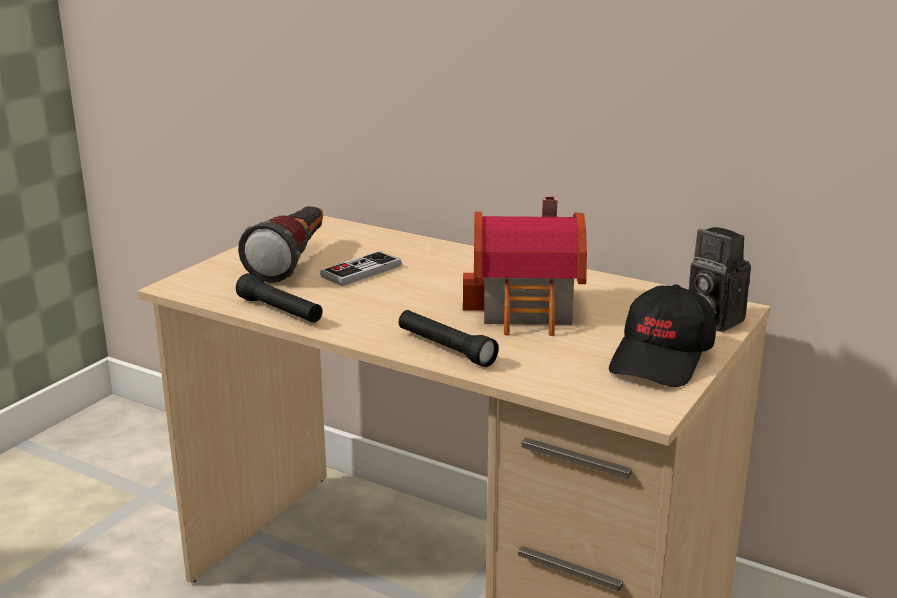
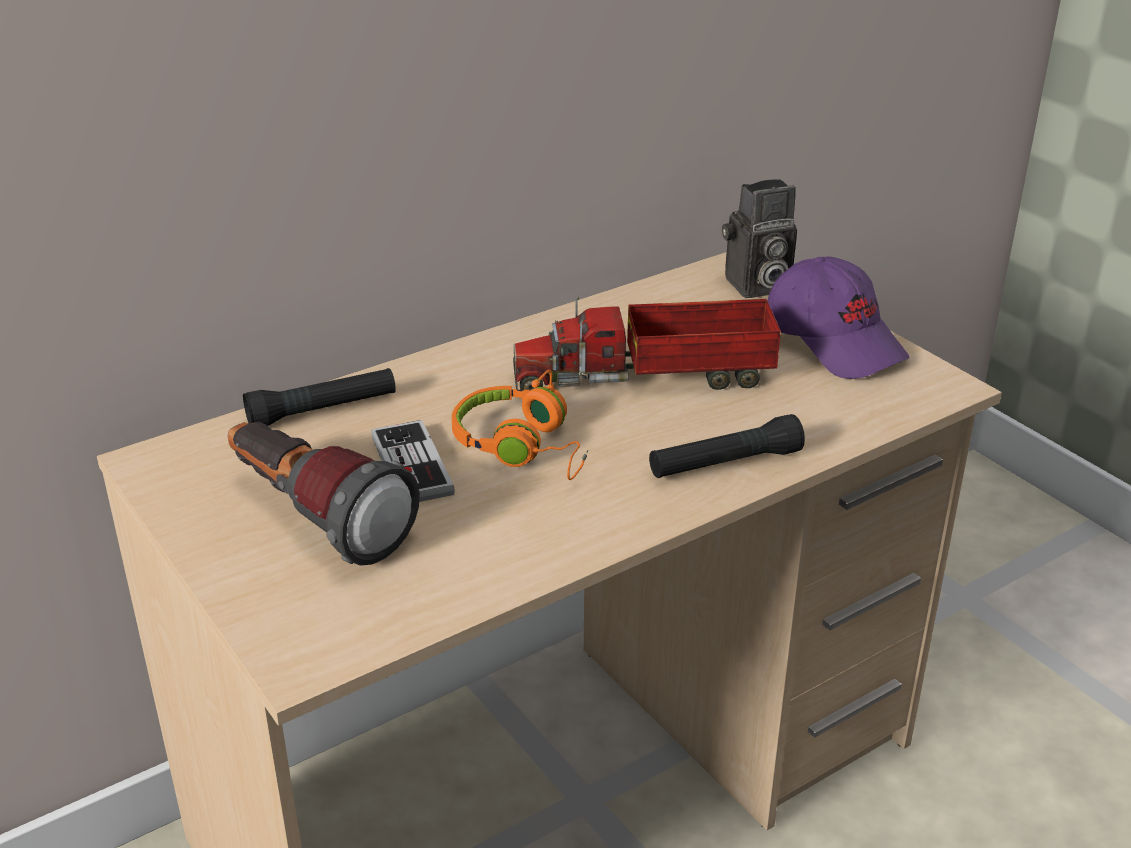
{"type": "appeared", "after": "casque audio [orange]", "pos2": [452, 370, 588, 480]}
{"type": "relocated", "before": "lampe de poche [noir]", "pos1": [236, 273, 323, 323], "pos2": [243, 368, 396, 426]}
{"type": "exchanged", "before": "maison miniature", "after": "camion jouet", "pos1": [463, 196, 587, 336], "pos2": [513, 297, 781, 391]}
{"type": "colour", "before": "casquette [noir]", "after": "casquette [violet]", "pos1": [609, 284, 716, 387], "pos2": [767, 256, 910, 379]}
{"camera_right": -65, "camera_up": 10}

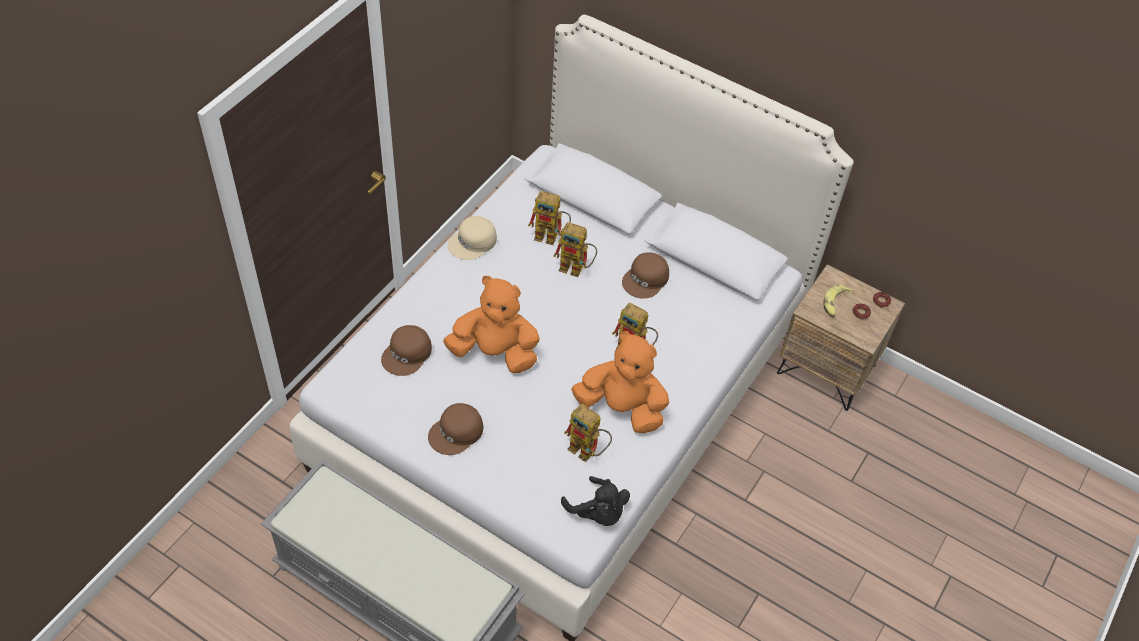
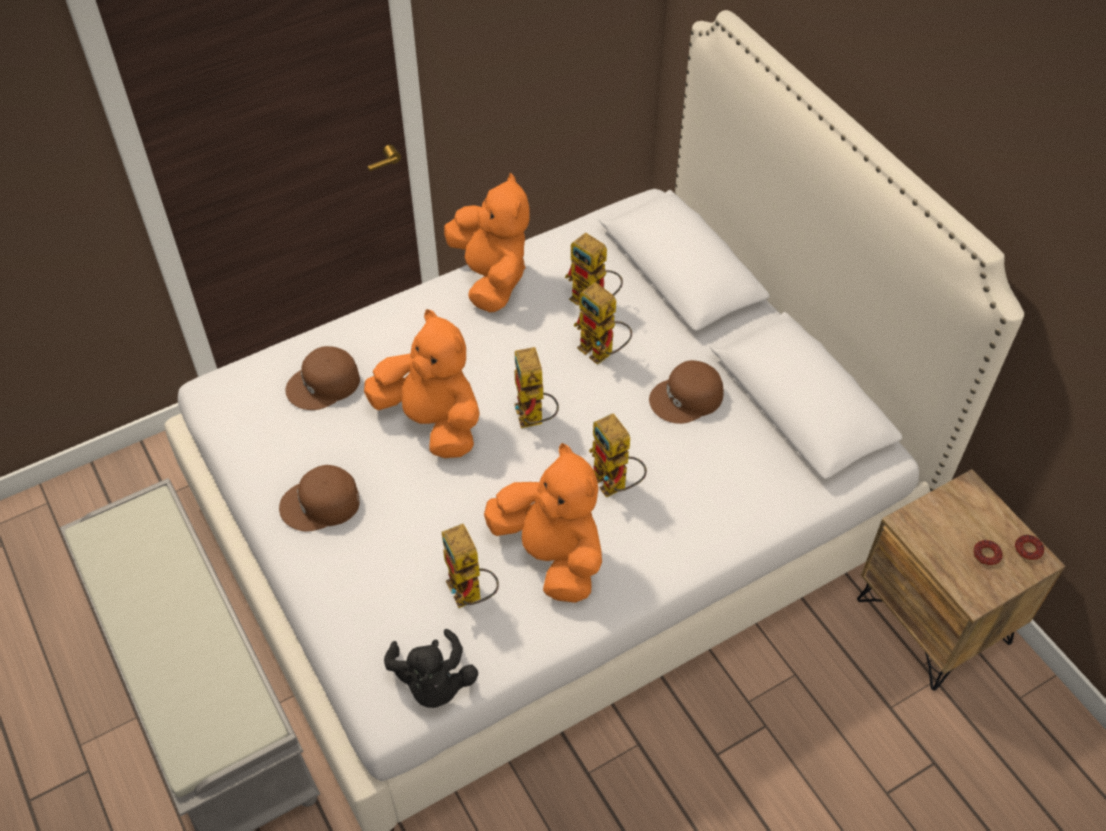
{"type": "missing", "before": "banane", "pos1": [824, 284, 854, 317]}
{"type": "appeared", "after": "robot jouet", "pos2": [514, 347, 559, 428]}
{"type": "exchanged", "before": "casquette [beige]", "after": "peluche [orange]", "pos1": [448, 216, 497, 260], "pos2": [444, 173, 530, 312]}
{"camera_right": 30, "camera_up": 0}

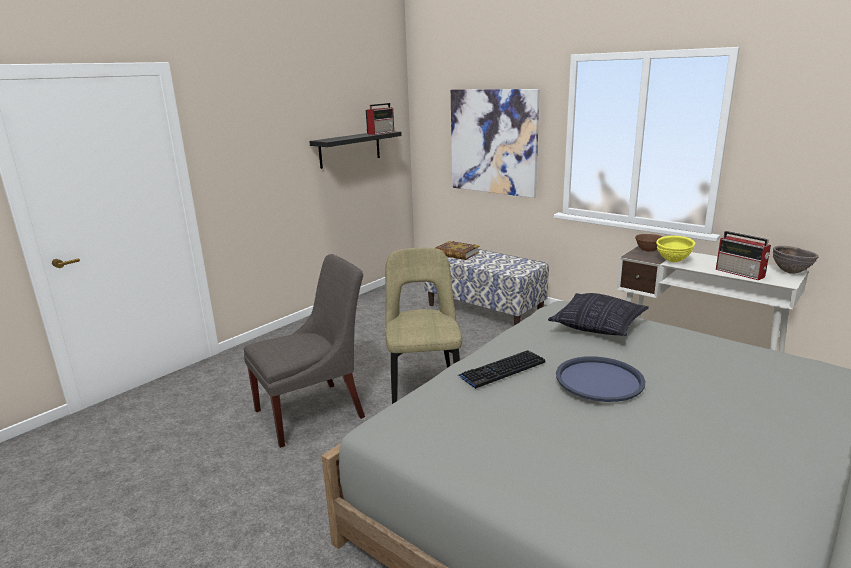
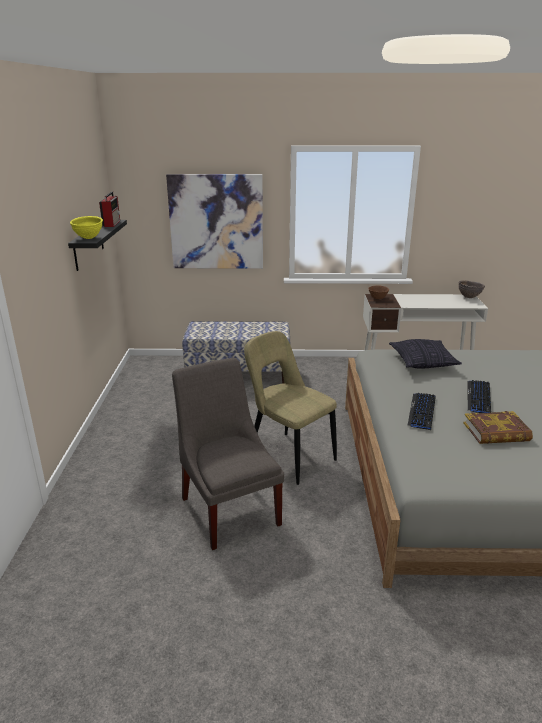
{"type": "missing", "before": "radio", "pos1": [716, 231, 771, 280]}
{"type": "relocated", "before": "livre", "pos1": [435, 241, 480, 260], "pos2": [463, 411, 533, 444]}
{"type": "relocated", "before": "bol [jaune]", "pos1": [656, 236, 696, 262], "pos2": [70, 216, 103, 239]}
{"type": "exchanged", "before": "plateau [bleu]", "after": "clavier", "pos1": [556, 356, 645, 402], "pos2": [468, 380, 491, 413]}
{"type": "spun", "before": "chaise [gris]", "pos1": [244, 254, 365, 448], "pos2": [172, 358, 284, 550], "turn": -45}
{"camera_right": -40, "camera_up": 5}

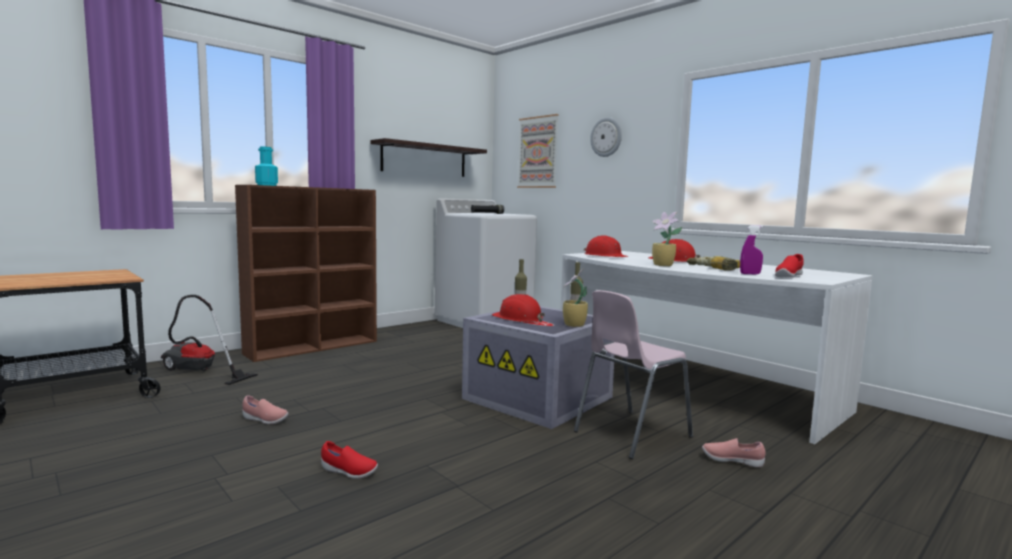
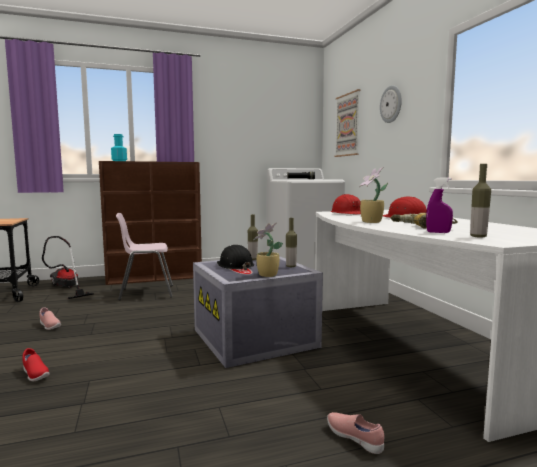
{"type": "missing", "before": "étagère", "pos1": [370, 138, 487, 177]}
{"type": "relocated", "before": "chaise [rose]", "pos1": [574, 290, 693, 459], "pos2": [116, 213, 173, 300]}
{"type": "exchanged", "before": "chaussure [rouge]", "after": "bouteille", "pos1": [775, 254, 804, 277], "pos2": [470, 164, 491, 238]}
{"type": "colour", "before": "casque de chantier [rouge]", "after": "casque de chantier [noir]", "pos1": [492, 294, 545, 322], "pos2": [217, 245, 254, 270]}
{"camera_right": 25, "camera_up": 0}

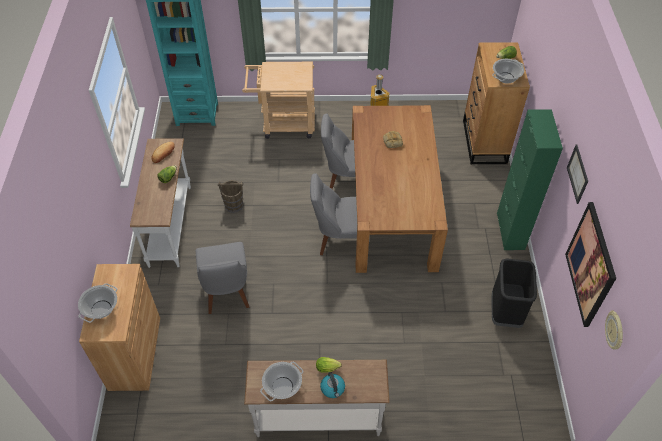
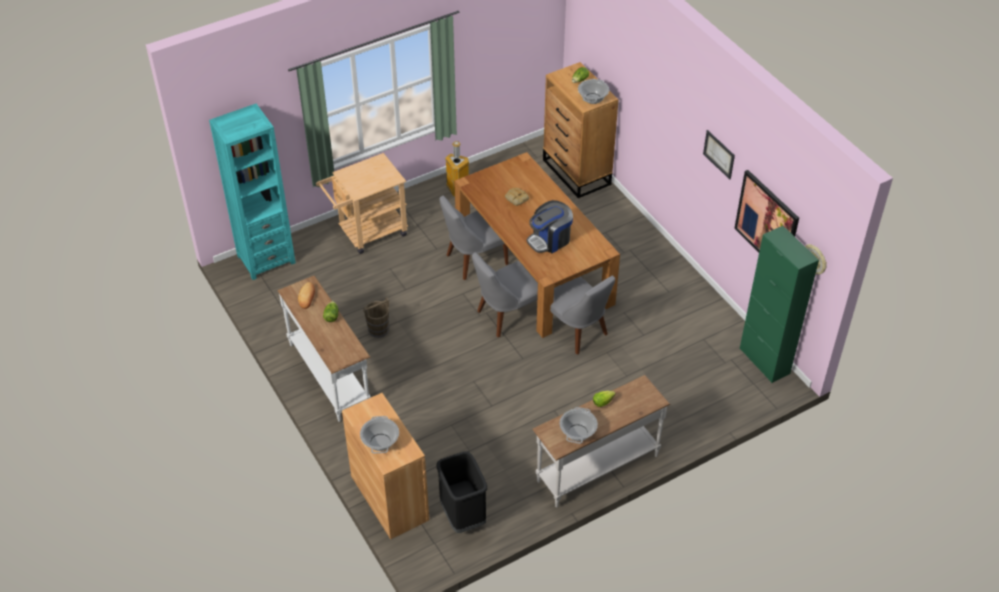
{"type": "missing", "before": "bouilloire", "pos1": [320, 372, 345, 398]}
{"type": "appeared", "after": "machine à café", "pos2": [527, 200, 573, 253]}
{"type": "relocated", "before": "chaise [gris]", "pos1": [196, 242, 249, 314], "pos2": [550, 275, 615, 355]}
{"type": "relocated", "before": "poubelle [noir]", "pos1": [492, 258, 537, 328], "pos2": [436, 452, 487, 533]}
{"type": "relocated", "before": "meuble de rangement [vert]", "pos1": [497, 109, 563, 250], "pos2": [740, 226, 819, 383]}
{"camera_right": -30, "camera_up": -5}

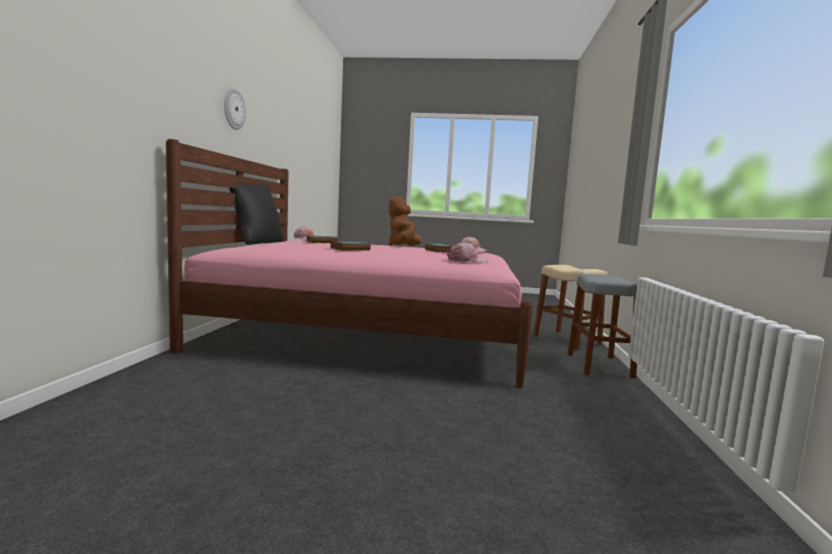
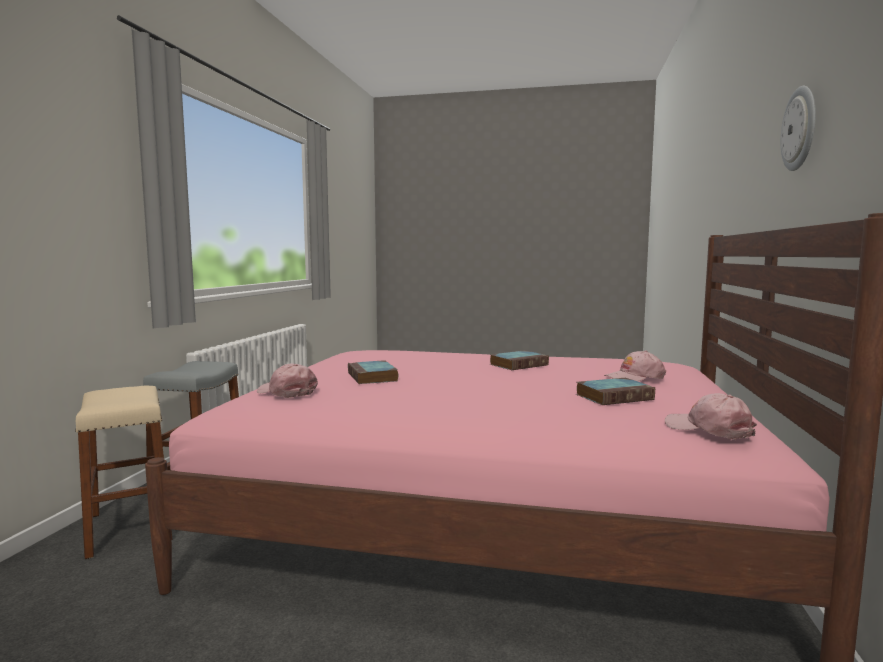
{"type": "missing", "before": "coussin [noir]", "pos1": [229, 182, 284, 245]}
{"type": "missing", "before": "peluche [marron]", "pos1": [389, 196, 422, 246]}
{"type": "relocated", "before": "casquette [rose]", "pos1": [447, 242, 488, 263], "pos2": [604, 351, 666, 381]}
{"camera_right": -175, "camera_up": 0}

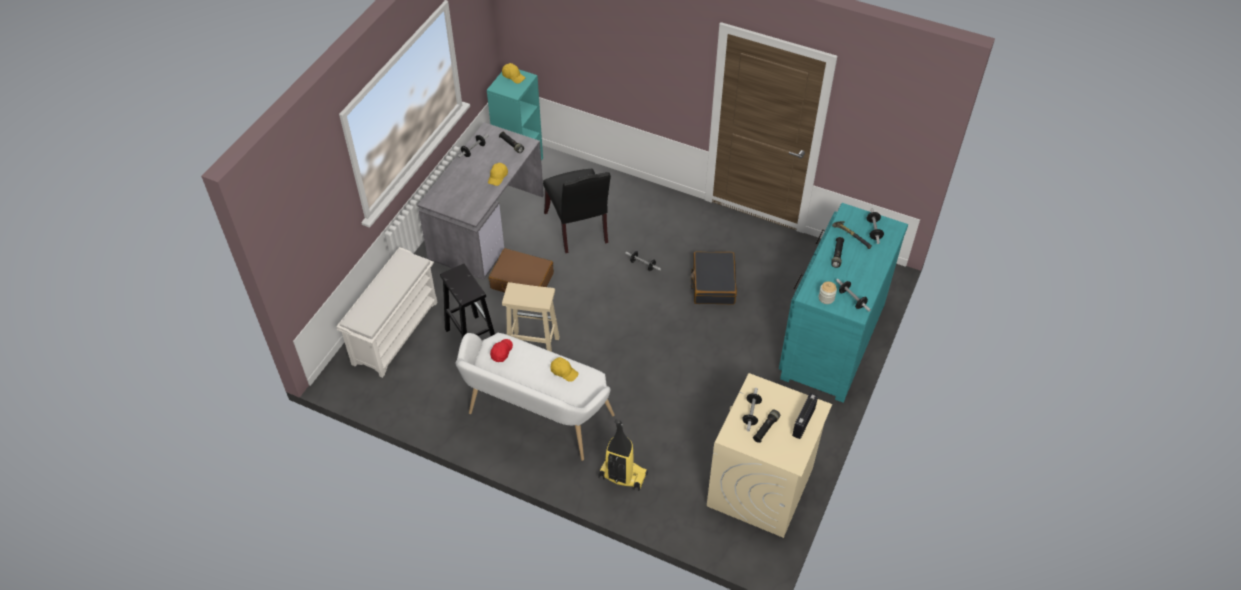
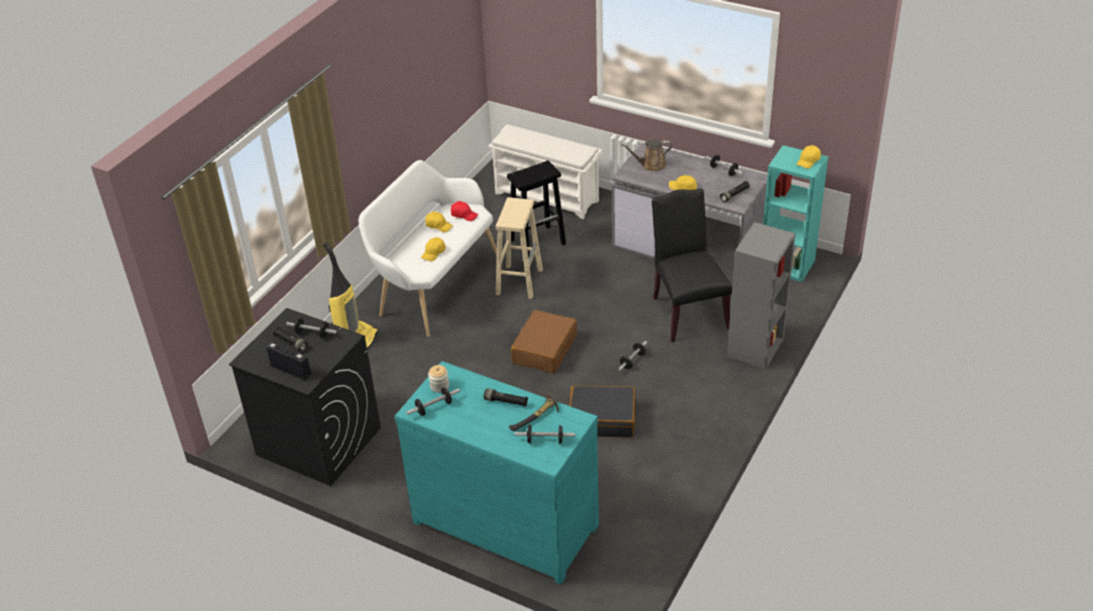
{"type": "appeared", "after": "casquette [jaune]", "pos2": [425, 211, 453, 232]}
{"type": "appeared", "after": "arrosoir [marron]", "pos2": [621, 139, 672, 171]}
{"type": "appeared", "after": "bibliothèque [gris]", "pos2": [727, 222, 796, 369]}
{"type": "relocated", "before": "valise [marron]", "pos1": [489, 248, 554, 292], "pos2": [511, 310, 577, 373]}
{"type": "colour", "before": "lave-linge [beige]", "after": "lave-linge [noir]", "pos1": [707, 373, 832, 538], "pos2": [229, 308, 381, 486]}
{"type": "spun", "before": "chaise [noir]", "pos1": [543, 169, 611, 253], "pos2": [652, 189, 732, 342], "turn": 90}
{"camera_right": 95, "camera_up": -10}

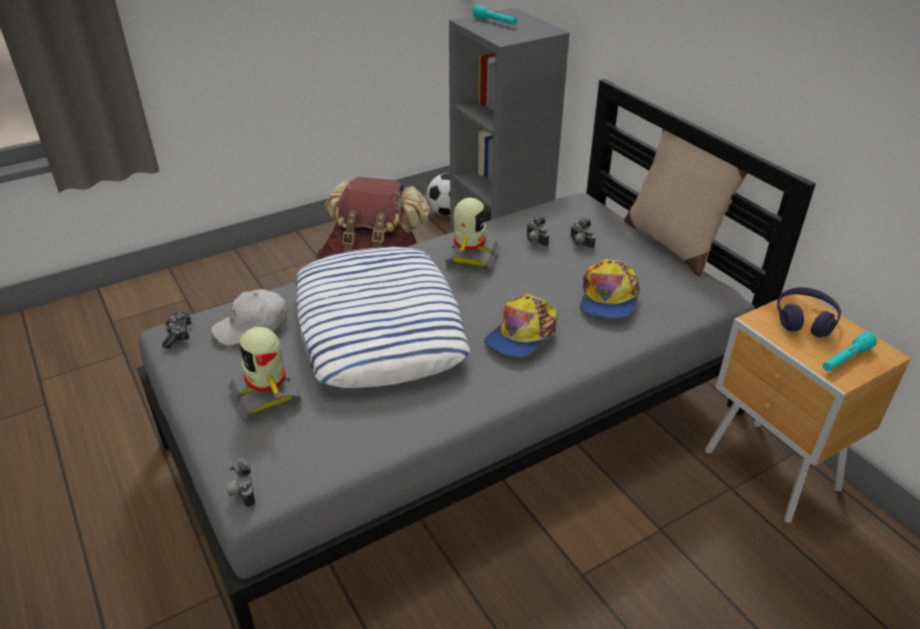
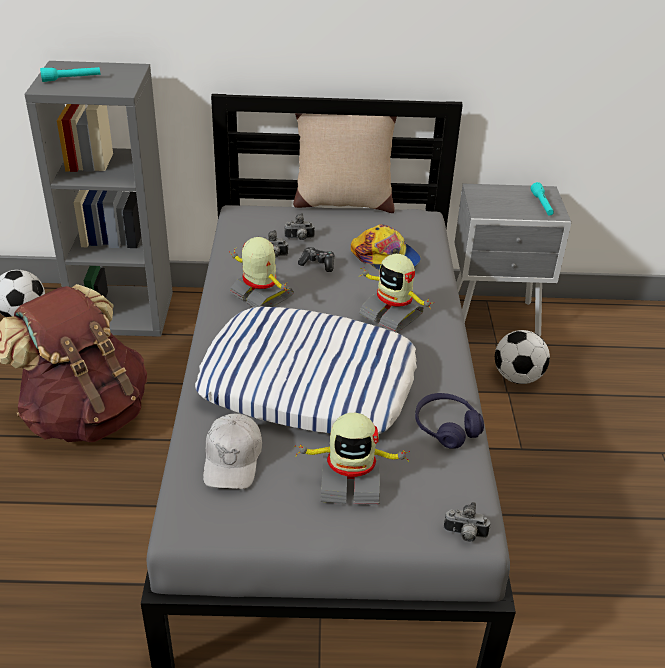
{"type": "appeared", "after": "ballon de foot", "pos2": [495, 330, 550, 384]}
{"type": "relocated", "before": "manette", "pos1": [162, 311, 192, 349], "pos2": [298, 247, 334, 272]}
{"type": "relocated", "before": "casque audio [violet]", "pos1": [777, 287, 841, 338], "pos2": [415, 393, 484, 449]}
{"type": "exchanged", "before": "casquette", "after": "robot jouet", "pos1": [484, 294, 558, 357], "pos2": [359, 254, 431, 332]}
{"type": "colour", "before": "table de chevet [marron]", "after": "table de chevet [gris]", "pos1": [706, 294, 911, 523], "pos2": [454, 184, 571, 336]}
{"camera_right": -60, "camera_up": 0}

